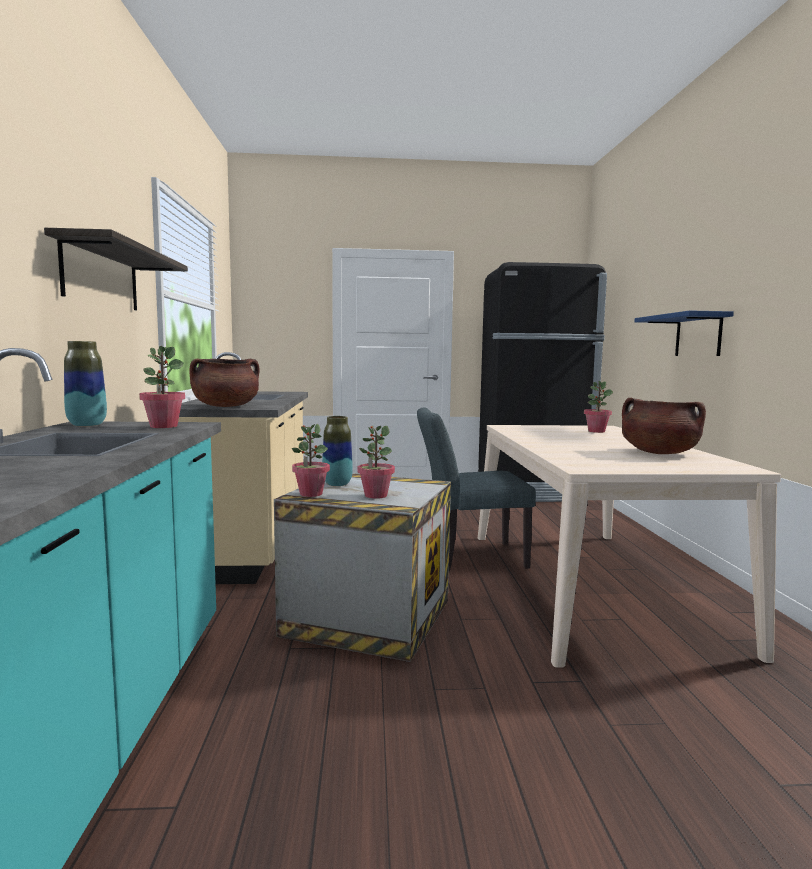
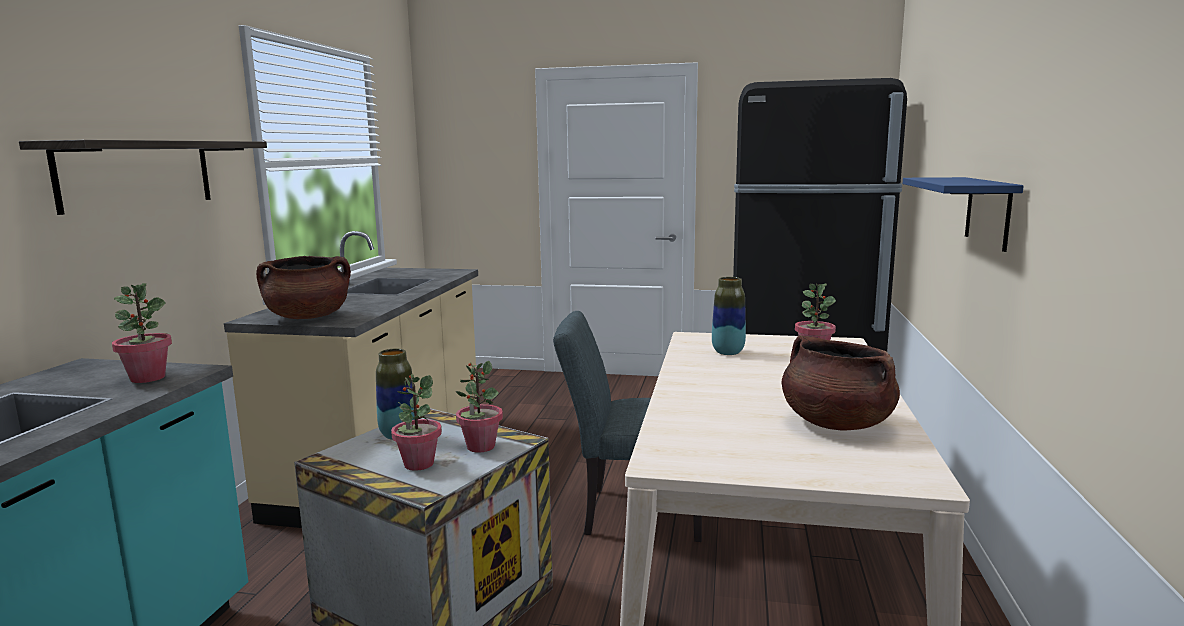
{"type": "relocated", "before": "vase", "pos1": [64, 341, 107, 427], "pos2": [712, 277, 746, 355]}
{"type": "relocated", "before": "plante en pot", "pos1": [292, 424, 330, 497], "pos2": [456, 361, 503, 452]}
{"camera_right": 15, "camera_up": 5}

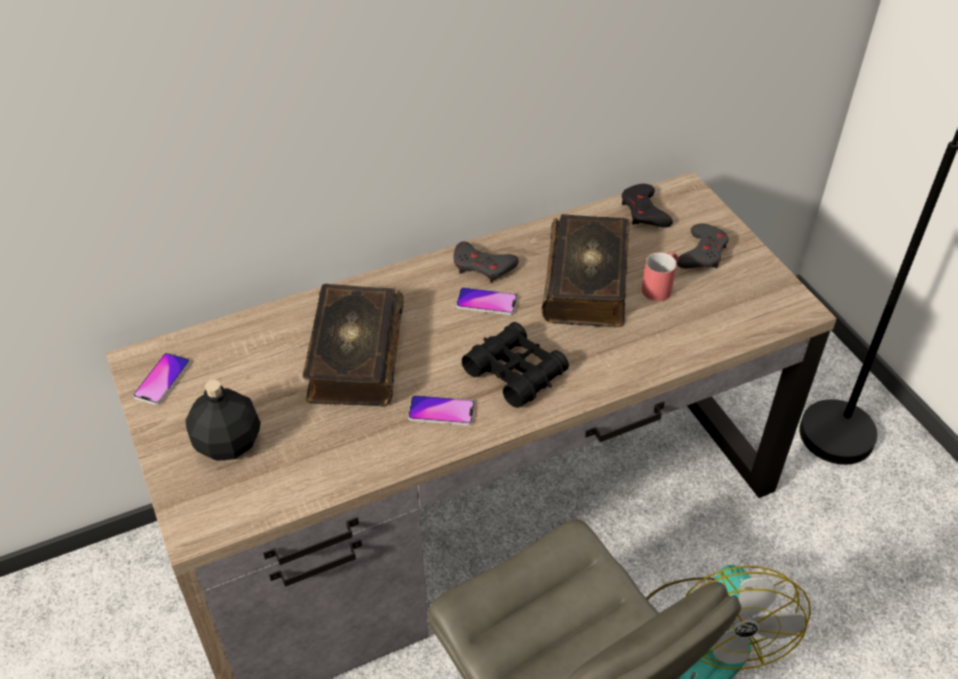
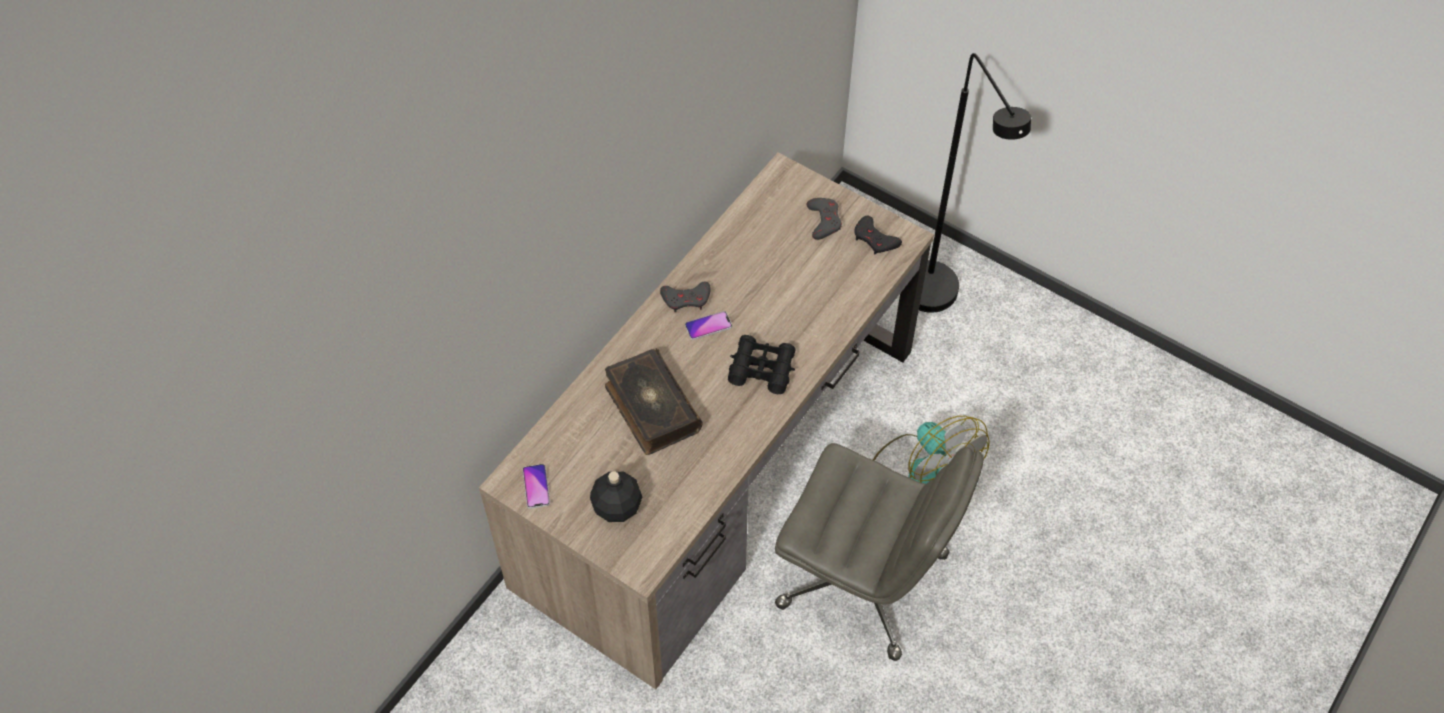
{"type": "missing", "before": "téléphone", "pos1": [408, 395, 475, 426]}
{"type": "missing", "before": "livre", "pos1": [541, 214, 629, 327]}
{"type": "missing", "before": "mug [rouge]", "pos1": [642, 252, 679, 301]}
{"type": "relocated", "before": "manette [noir]", "pos1": [622, 184, 673, 228], "pos2": [854, 216, 902, 255]}
{"camera_right": -30, "camera_up": 10}

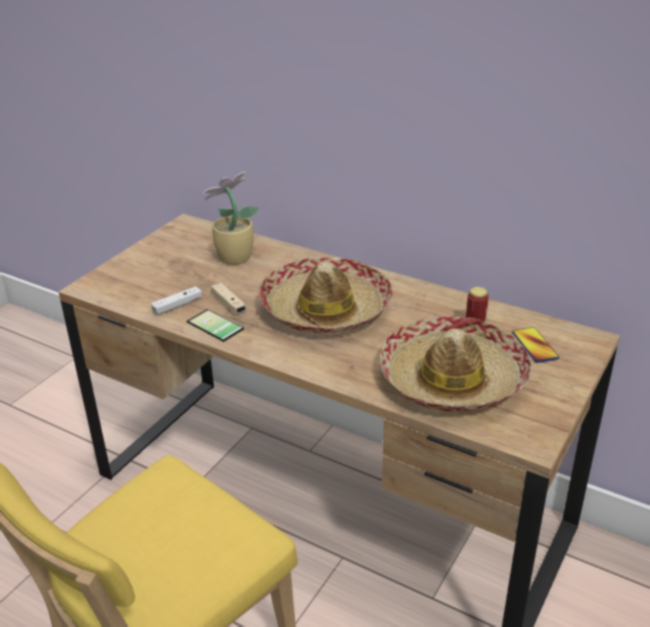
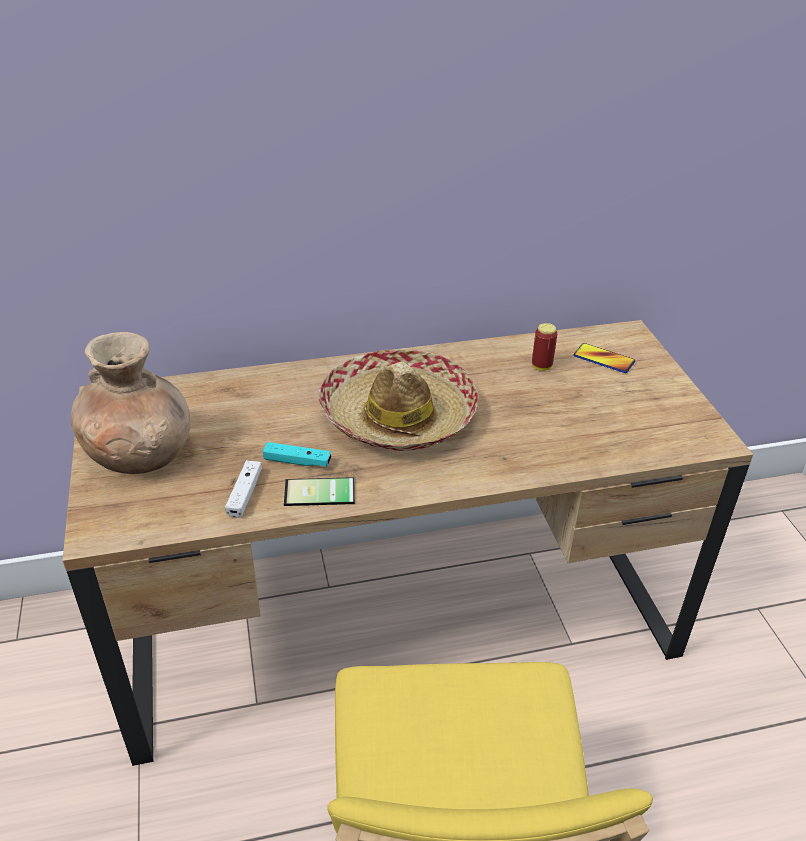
{"type": "missing", "before": "plante en pot", "pos1": [203, 172, 259, 264]}
{"type": "missing", "before": "chapeau", "pos1": [380, 316, 532, 411]}
{"type": "appeared", "after": "vase [marron]", "pos2": [71, 332, 191, 474]}
{"type": "colour", "before": "manette [beige]", "after": "manette [turquoise]", "pos1": [211, 283, 246, 314], "pos2": [263, 442, 331, 467]}
{"camera_right": -45, "camera_up": 5}

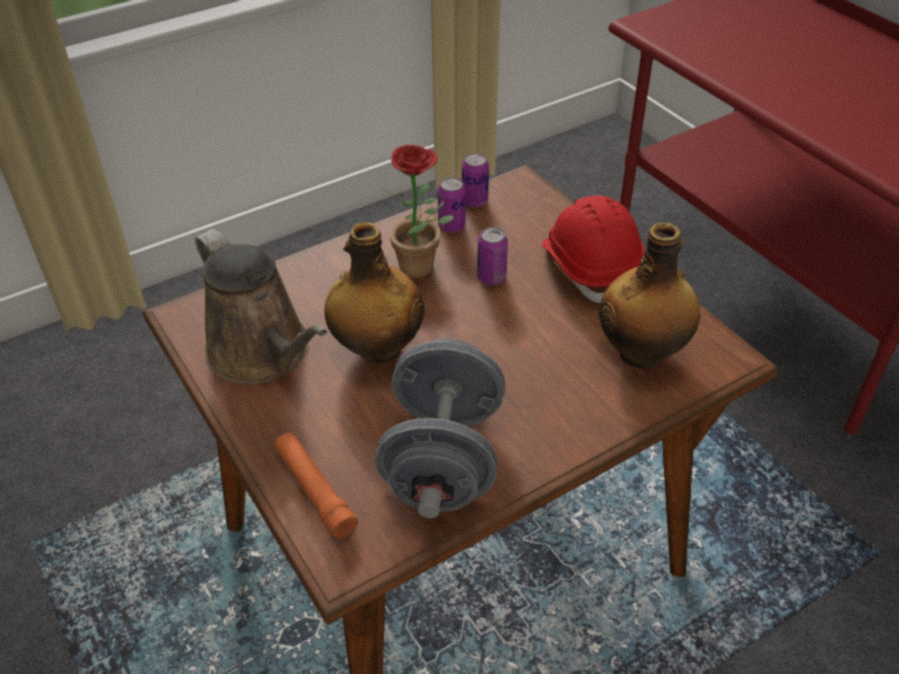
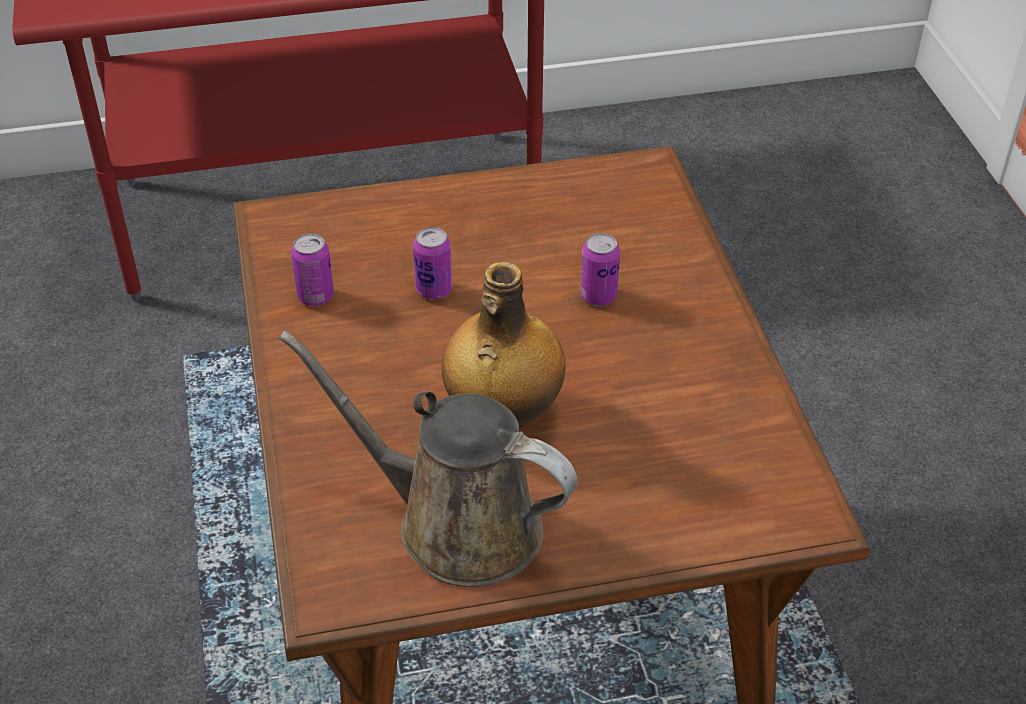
{"type": "missing", "before": "lampe de poche [orange]", "pos1": [275, 433, 358, 540]}
{"type": "missing", "before": "haltère [gris]", "pos1": [375, 339, 505, 518]}
{"type": "missing", "before": "plante en pot", "pos1": [378, 145, 453, 279]}
{"type": "missing", "before": "casque de chantier [rouge]", "pos1": [542, 196, 645, 303]}
{"type": "missing", "before": "bouteille", "pos1": [599, 222, 700, 369]}
{"type": "relocated", "before": "boîte métallique", "pos1": [462, 153, 489, 207], "pos2": [580, 233, 620, 306]}
{"type": "spun", "before": "arrosoir [marron]", "pos1": [195, 229, 327, 384], "pos2": [279, 331, 578, 587], "turn": -135}
{"camera_right": -70, "camera_up": 0}

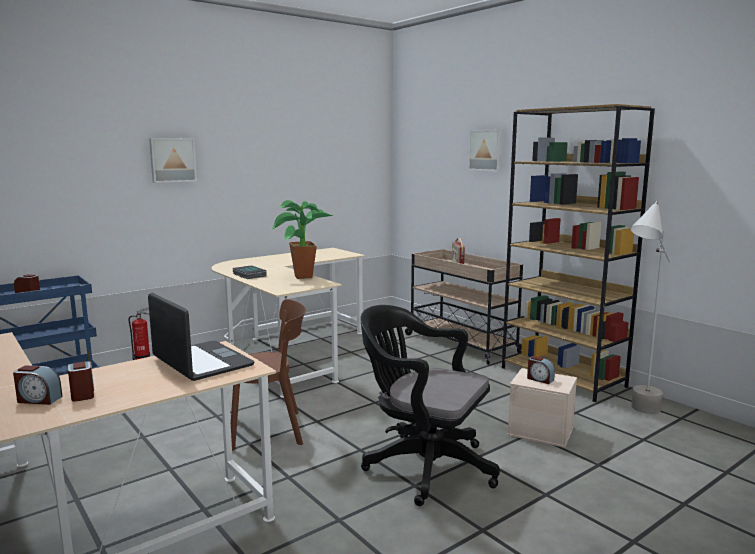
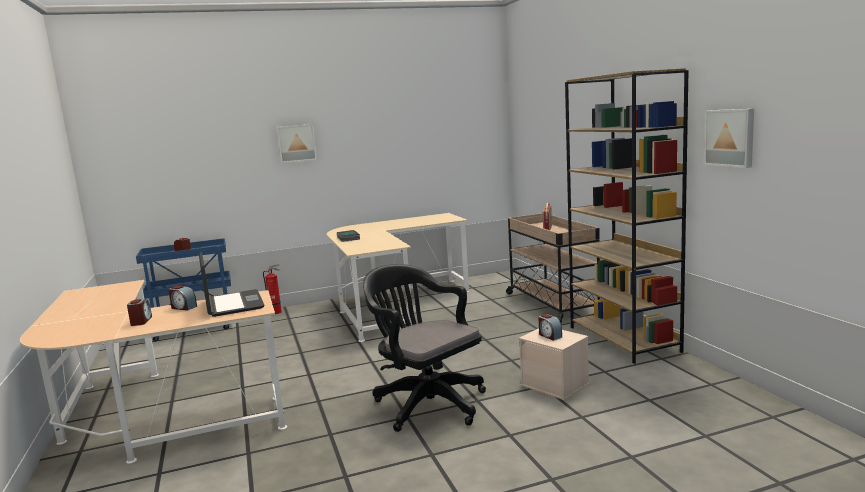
{"type": "missing", "before": "chaise [marron]", "pos1": [231, 299, 306, 451]}
{"type": "missing", "before": "plante en pot", "pos1": [271, 200, 333, 279]}
{"type": "missing", "before": "lampadaire [gris]", "pos1": [630, 201, 670, 414]}
{"type": "relocated", "before": "réveil", "pos1": [13, 365, 62, 405], "pos2": [168, 286, 197, 311]}
{"type": "relocated", "before": "tableau", "pos1": [468, 130, 503, 171], "pos2": [704, 109, 754, 168]}
{"camera_right": 20, "camera_up": 0}

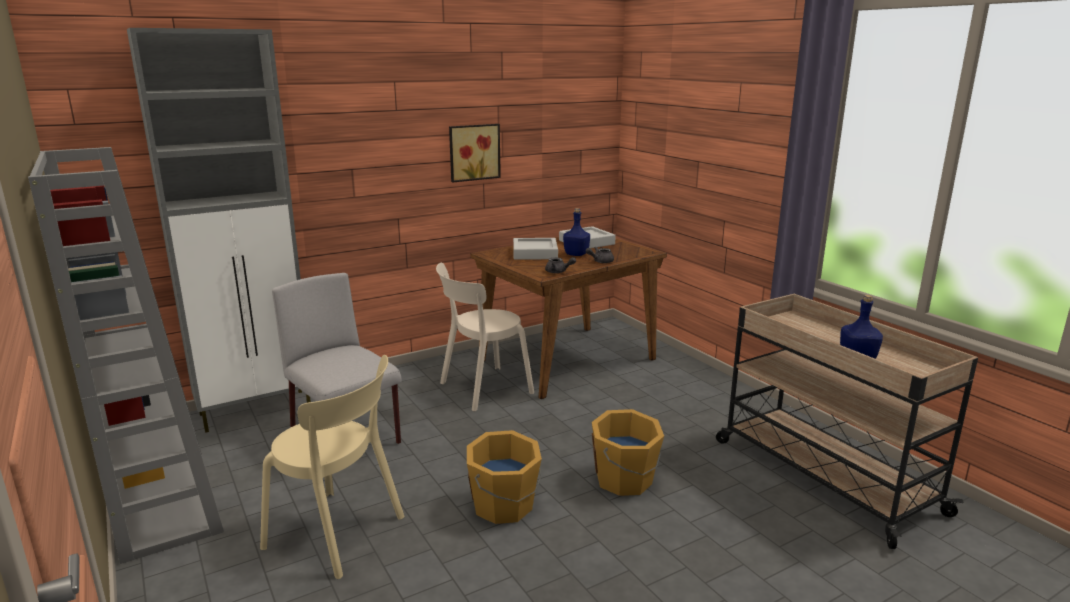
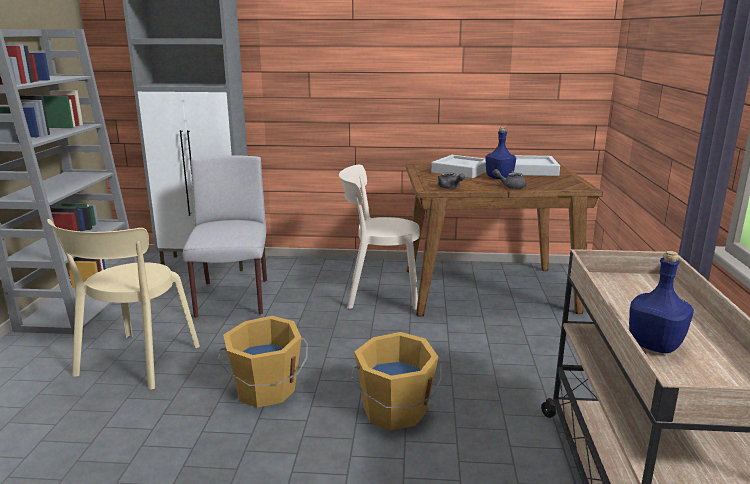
{"type": "missing", "before": "tableau", "pos1": [449, 124, 501, 182]}
{"type": "spun", "before": "chaise [beige]", "pos1": [260, 355, 404, 579], "pos2": [47, 219, 200, 390], "turn": 45}
{"camera_right": 35, "camera_up": 0}

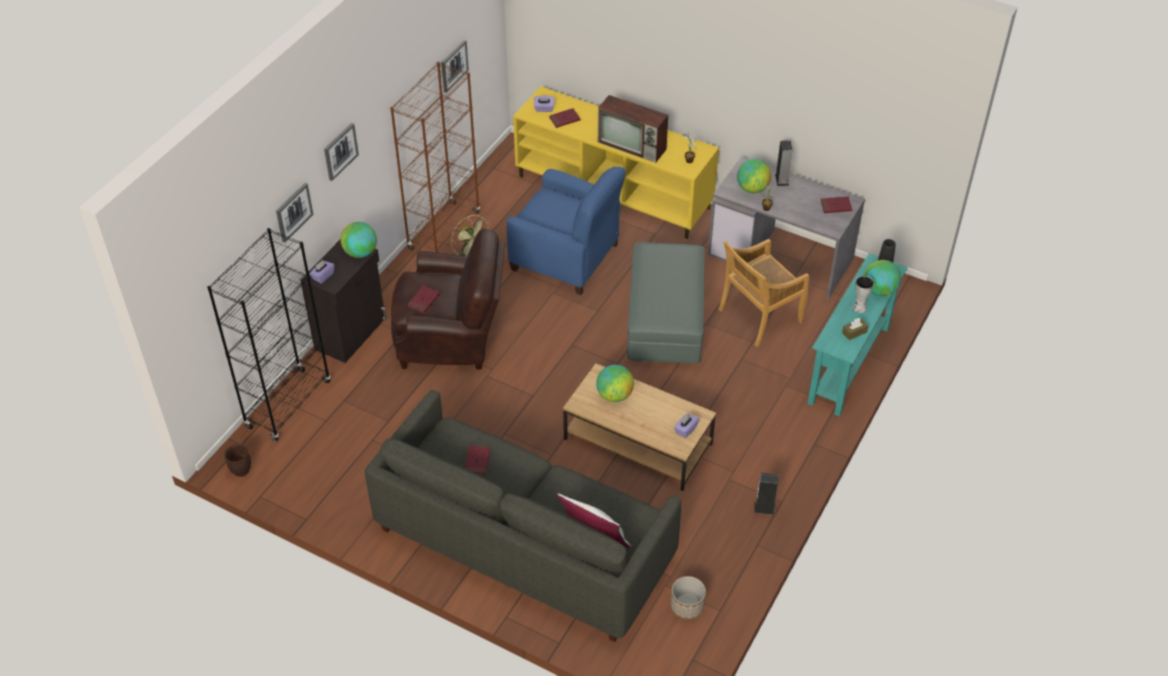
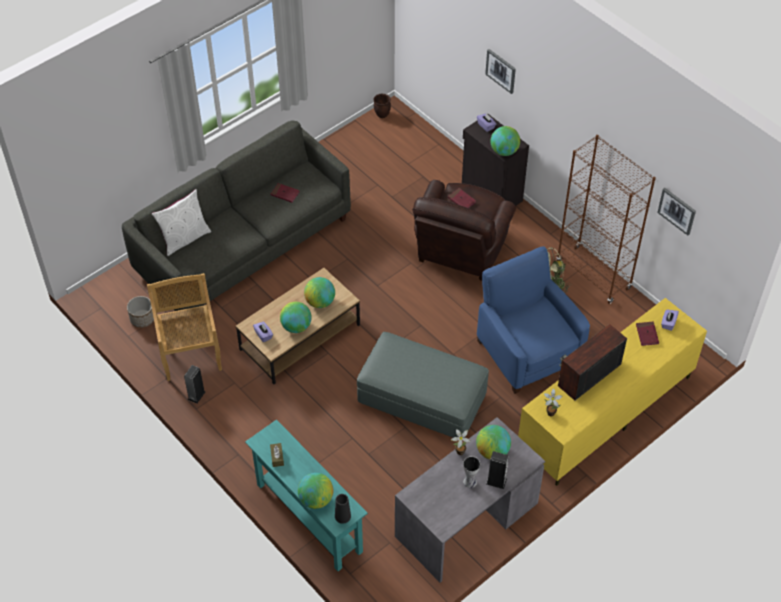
{"type": "missing", "before": "bibliothèque [noir]", "pos1": [207, 228, 331, 441]}
{"type": "missing", "before": "tableau", "pos1": [324, 123, 359, 181]}
{"type": "missing", "before": "livre [rouge]", "pos1": [820, 196, 852, 213]}
{"type": "appeared", "after": "globe", "pos2": [280, 302, 312, 333]}
{"type": "relocated", "before": "chaise [beige]", "pos1": [718, 239, 809, 347], "pos2": [147, 273, 222, 381]}
{"type": "relocated", "before": "vase", "pos1": [853, 276, 874, 313], "pos2": [463, 456, 480, 488]}
{"type": "spun", "before": "fauteuil [bleu]", "pos1": [507, 167, 626, 295], "pos2": [477, 246, 590, 394], "turn": 105}
{"camera_right": 110, "camera_up": 5}

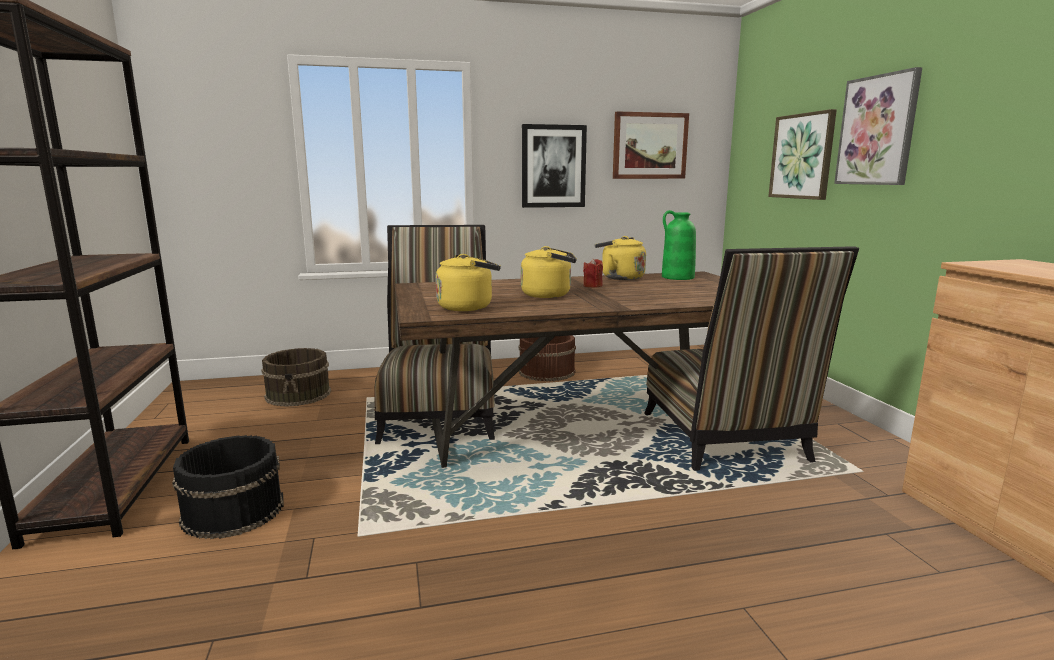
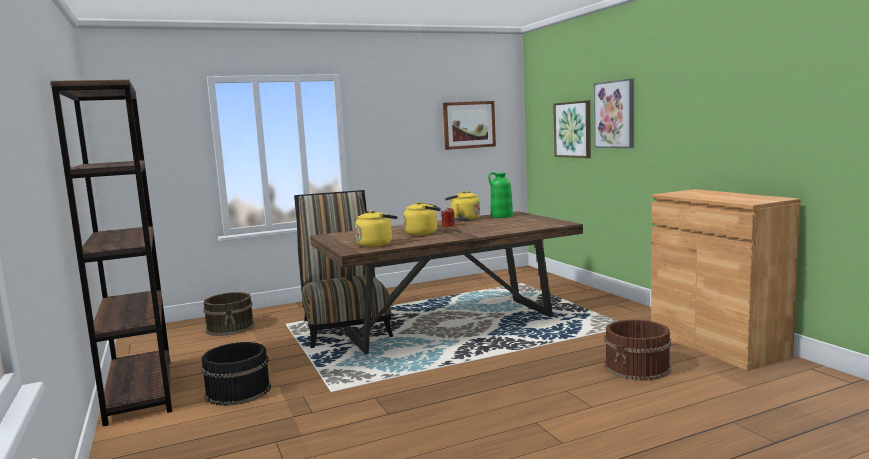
{"type": "missing", "before": "tableau", "pos1": [522, 124, 587, 208]}
{"type": "missing", "before": "chaise", "pos1": [644, 246, 859, 471]}
{"type": "relocated", "before": "seau [marron]", "pos1": [519, 335, 576, 381], "pos2": [604, 319, 671, 381]}
{"camera_right": -10, "camera_up": -5}

